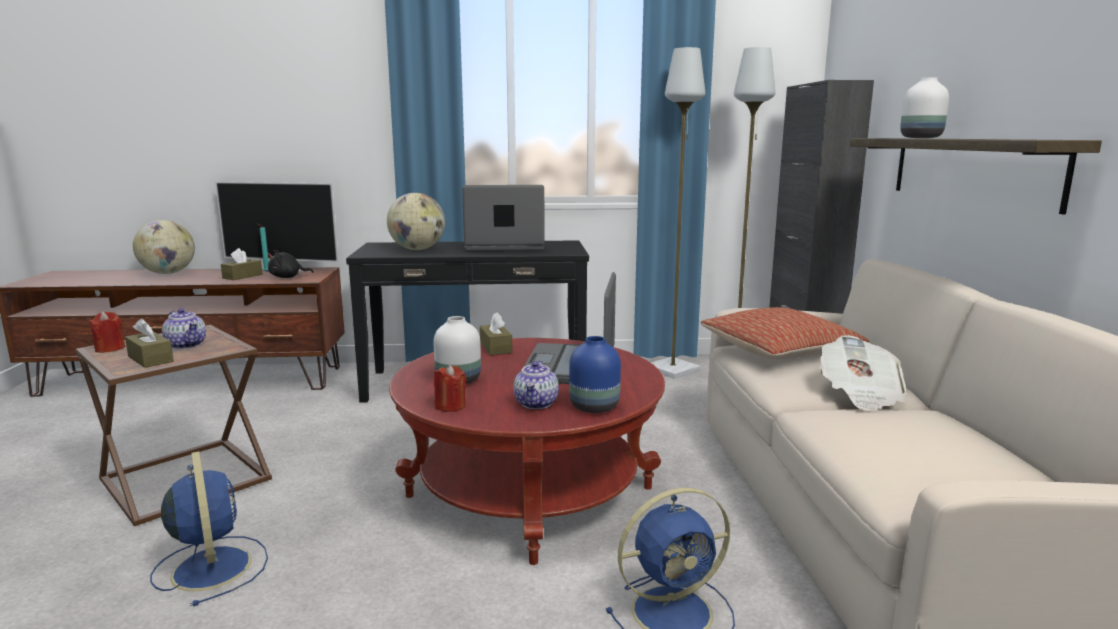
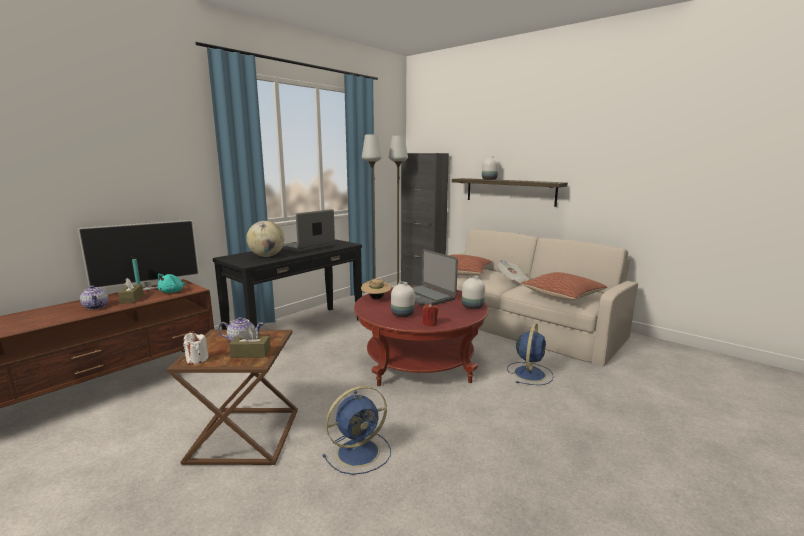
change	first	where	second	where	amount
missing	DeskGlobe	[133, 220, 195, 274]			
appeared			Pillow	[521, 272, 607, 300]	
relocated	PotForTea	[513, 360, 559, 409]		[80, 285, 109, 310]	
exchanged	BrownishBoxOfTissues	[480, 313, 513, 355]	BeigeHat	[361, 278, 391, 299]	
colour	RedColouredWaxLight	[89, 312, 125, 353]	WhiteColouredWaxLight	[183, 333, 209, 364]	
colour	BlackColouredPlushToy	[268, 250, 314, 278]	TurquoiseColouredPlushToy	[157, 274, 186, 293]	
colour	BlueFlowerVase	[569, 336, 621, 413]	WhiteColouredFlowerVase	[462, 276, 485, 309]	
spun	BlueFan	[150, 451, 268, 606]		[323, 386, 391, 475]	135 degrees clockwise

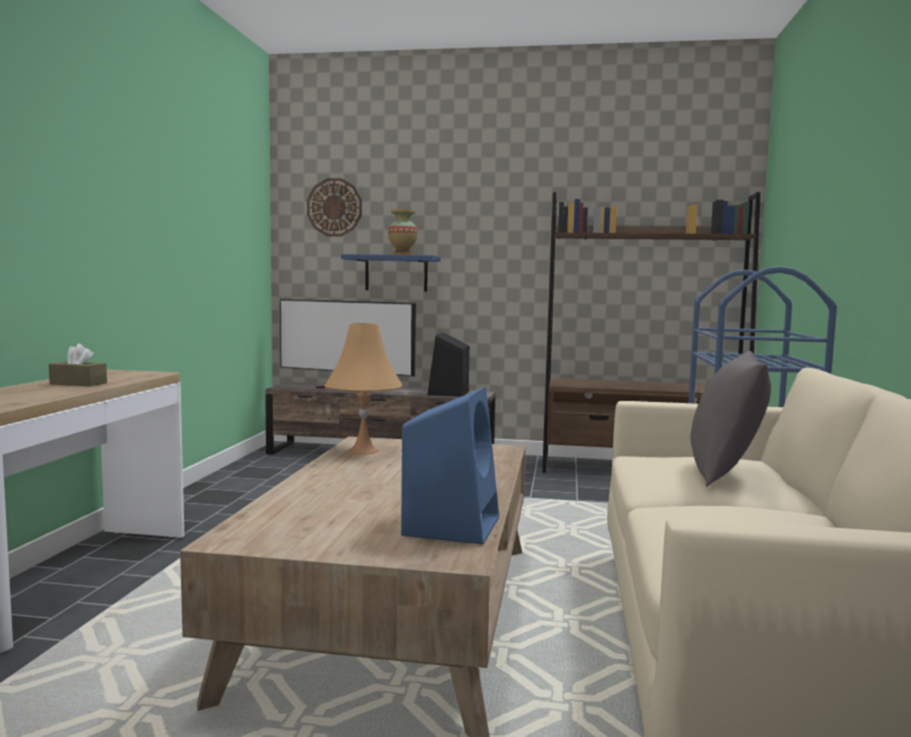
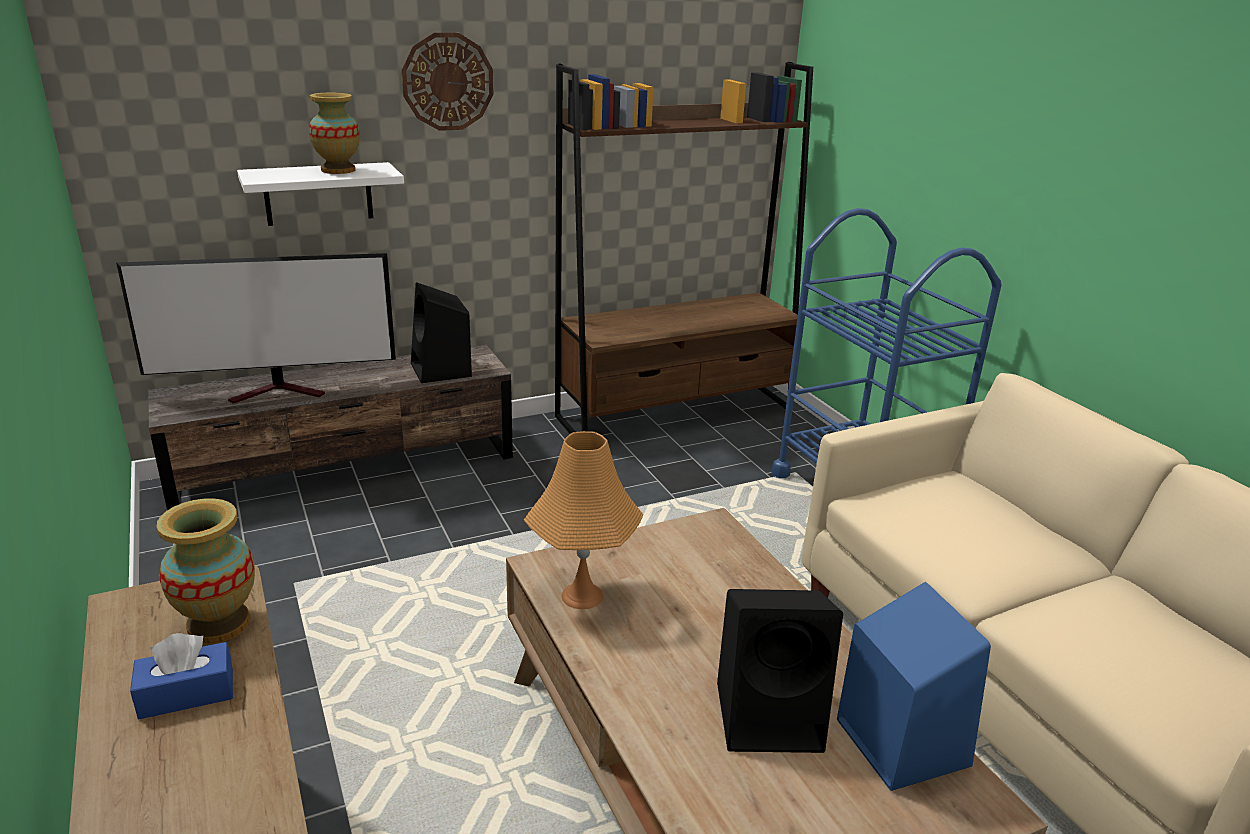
change	first	where	second	where	amount
missing	GreyPillow	[690, 351, 771, 487]			
appeared			FlowerVase	[156, 498, 255, 644]	
appeared			BlackColouredAudioSpeaker	[717, 589, 843, 753]	
relocated	ClockOnTheWall	[307, 178, 362, 237]		[402, 33, 493, 131]	
colour	BrownishBoxOfTissues	[49, 344, 107, 387]	BlueBoxOfTissues	[130, 633, 233, 719]	
colour	BlueShelf	[341, 254, 440, 292]	WhiteColouredShelf	[237, 162, 404, 226]	

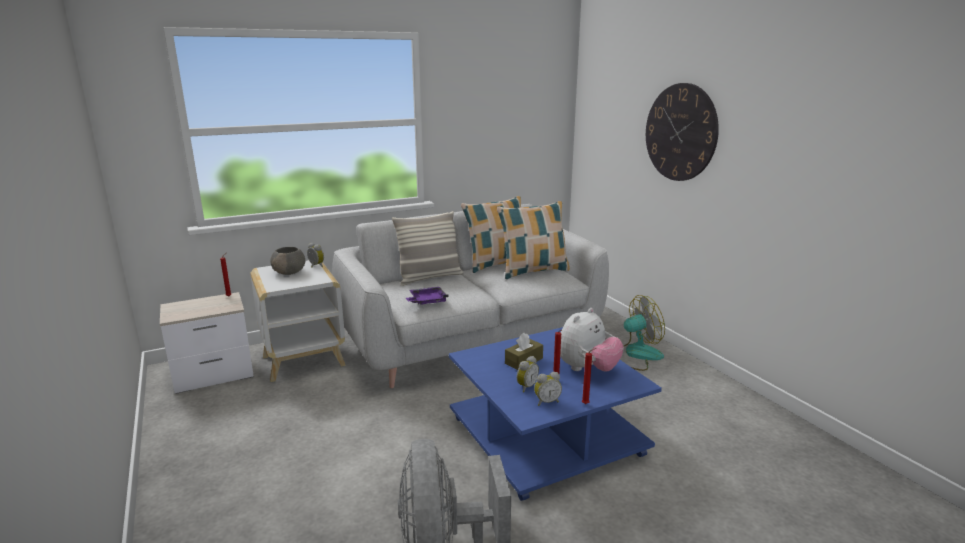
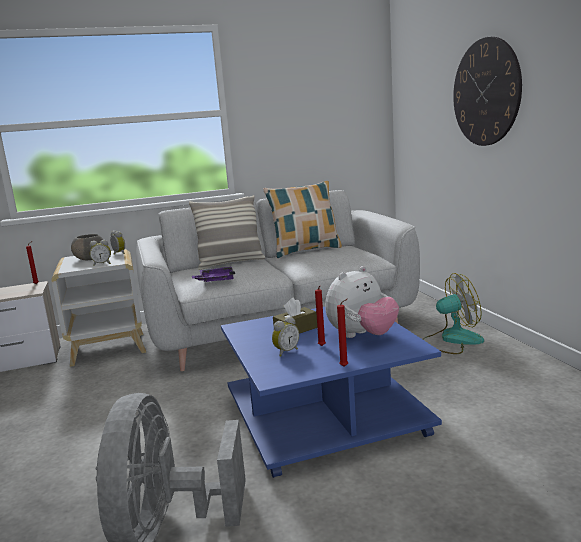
change	first	where	second	where	amount
missing	Pillow	[497, 201, 570, 279]			
relocated	AlarmClock	[534, 372, 562, 406]		[90, 240, 111, 266]	

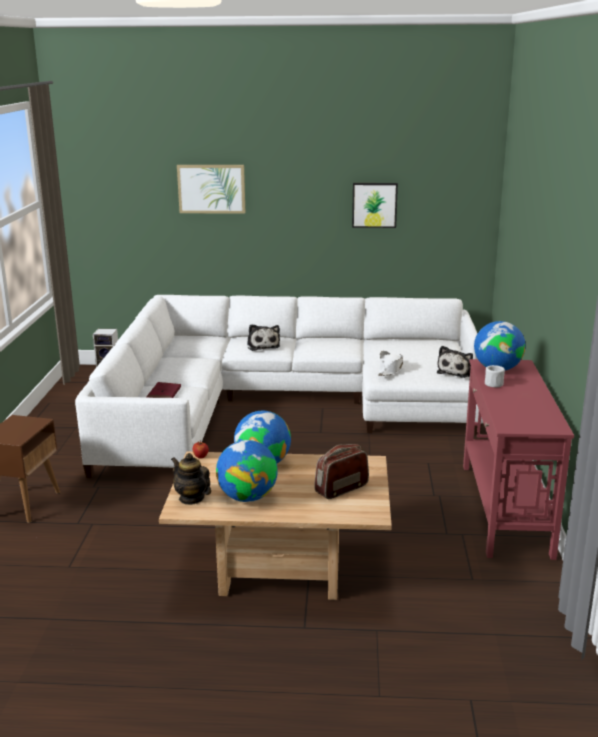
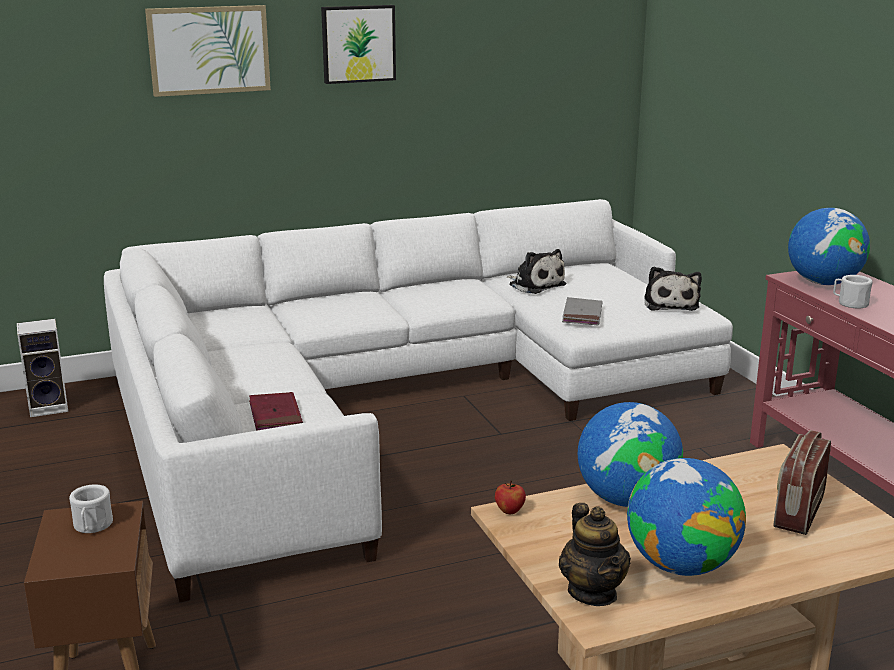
change	first	where	second	where	amount
appeared			WhiteColouredMug	[69, 484, 113, 533]	
relocated	PlushToy	[247, 324, 280, 351]		[507, 249, 566, 294]	
relocated	WallPicture	[352, 183, 398, 228]		[321, 5, 396, 84]	
exchanged	WhiteColouredHat	[378, 351, 403, 376]	GreyBoundBook	[562, 297, 602, 326]	
spun	PotForTea	[171, 453, 211, 505]		[559, 503, 631, 606]	120 degrees counterclockwise

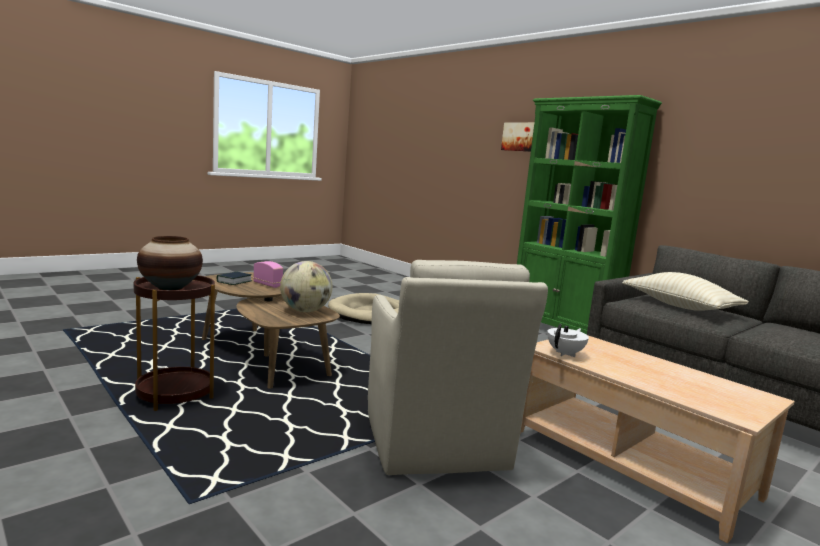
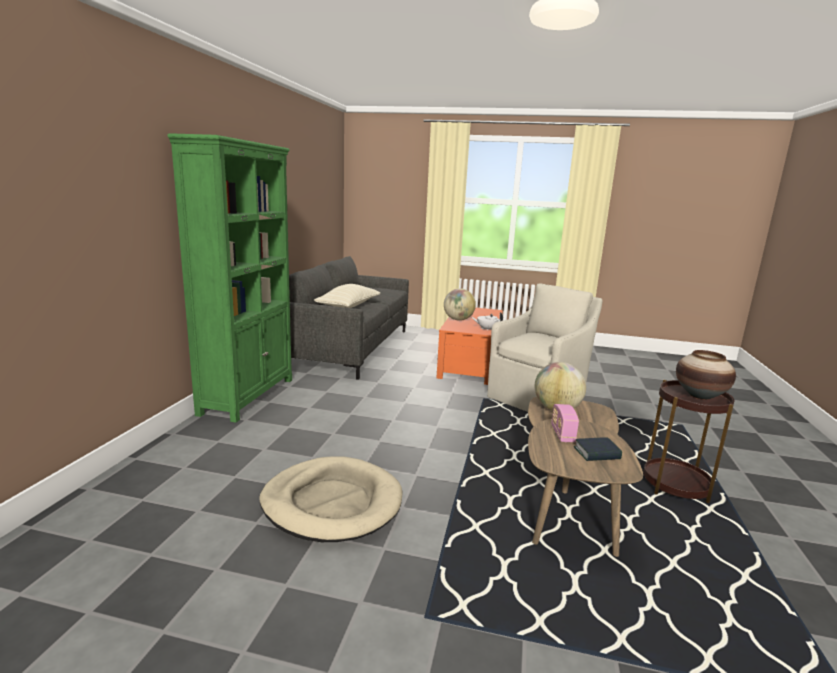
change	first	where	second	where	amount
missing	WallPicture	[501, 122, 534, 152]			
appeared			DeskGlobe	[444, 288, 476, 321]	
colour	BeigeCoffeeTable	[520, 336, 795, 543]	OrangeColouredCoffeeTable	[436, 308, 503, 385]	

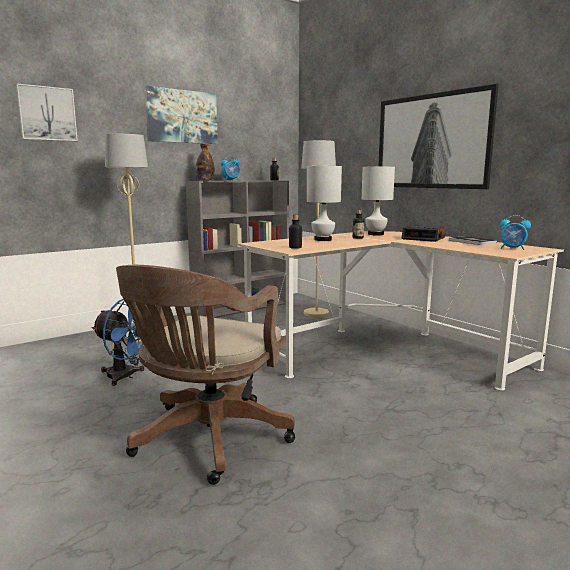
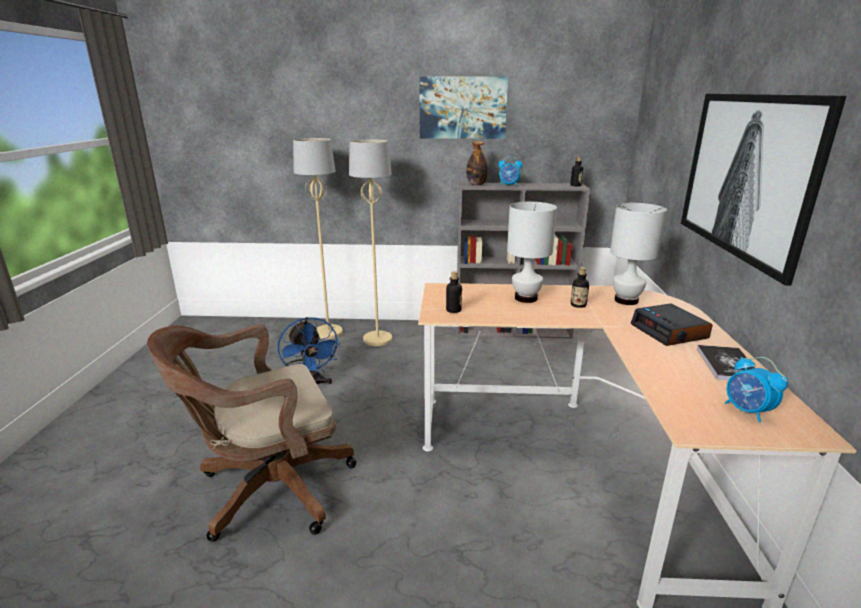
change	first	where	second	where	amount
missing	WallPicture	[16, 84, 78, 141]			
relocated	BeigeStandardLamp	[301, 140, 336, 317]		[293, 138, 343, 339]	

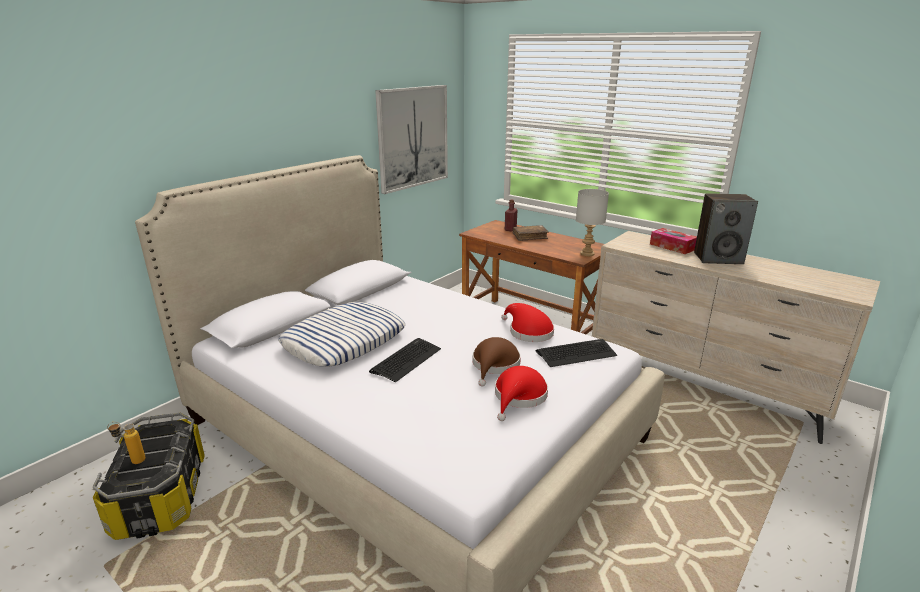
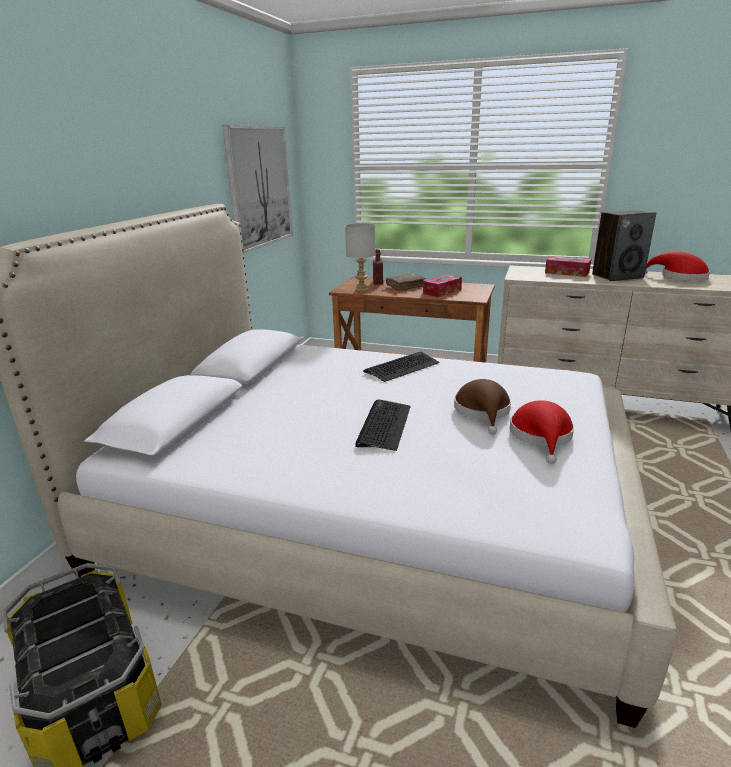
change	first	where	second	where	amount
missing	BeverageBottle	[107, 422, 146, 464]			
missing	Pillow	[278, 302, 405, 366]			
appeared			BoxOfTissues	[423, 275, 462, 297]	
relocated	RedColouredHat	[501, 303, 554, 342]		[645, 251, 710, 281]	
relocated	Keyboard	[536, 339, 617, 367]		[363, 352, 440, 382]	
relocated	GreyTabletopLamp	[576, 189, 609, 256]		[345, 223, 376, 292]	

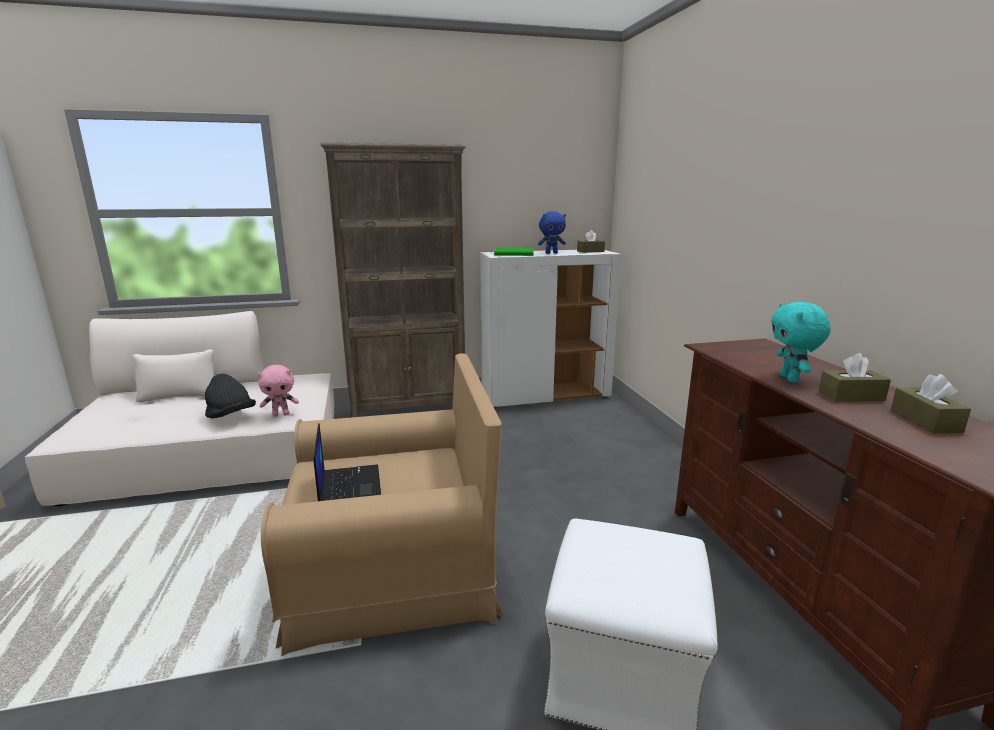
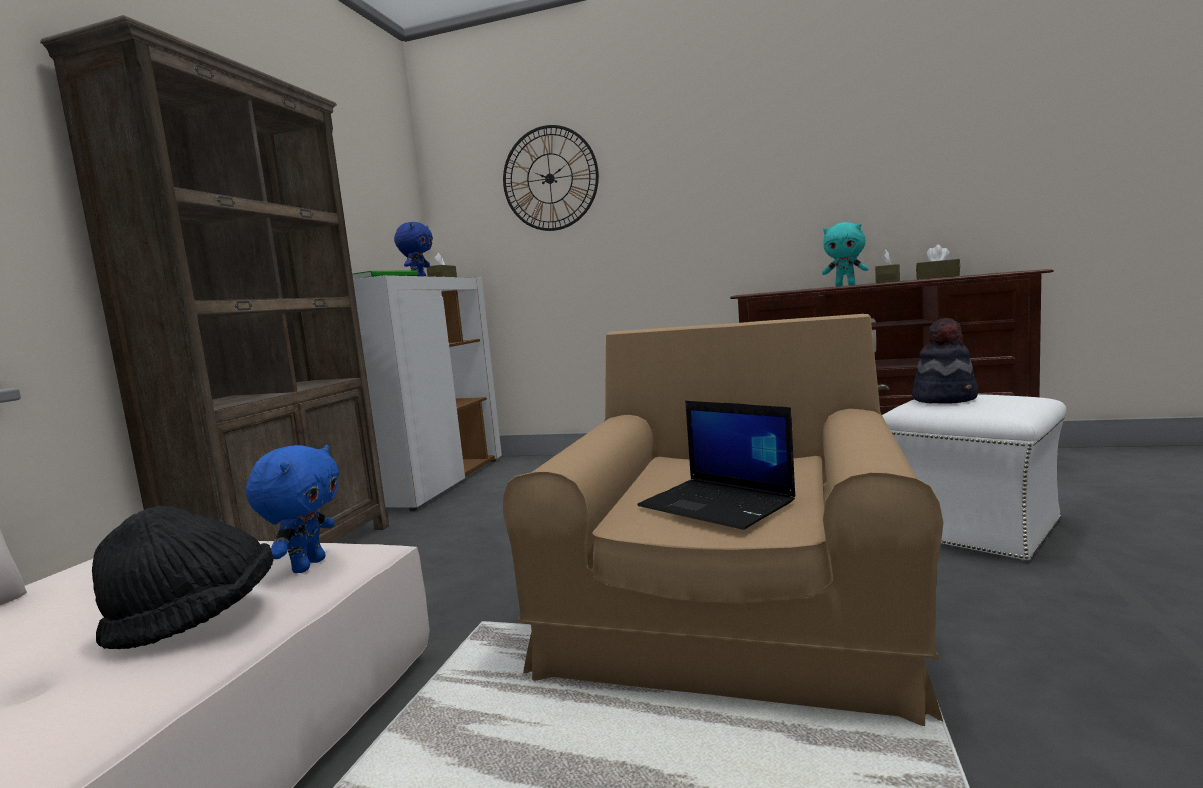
change	first	where	second	where	amount
appeared			ClockOnTheWall	[503, 125, 599, 231]	
appeared			Hat	[912, 318, 978, 403]	
colour	PinkPlushToy	[257, 365, 299, 417]	BluePlushToy	[246, 445, 339, 573]	
spun	PortableComputer	[314, 423, 381, 501]		[638, 401, 795, 530]	150 degrees counterclockwise

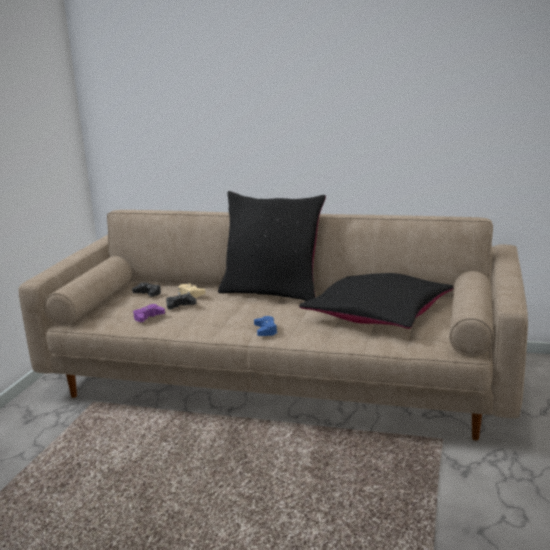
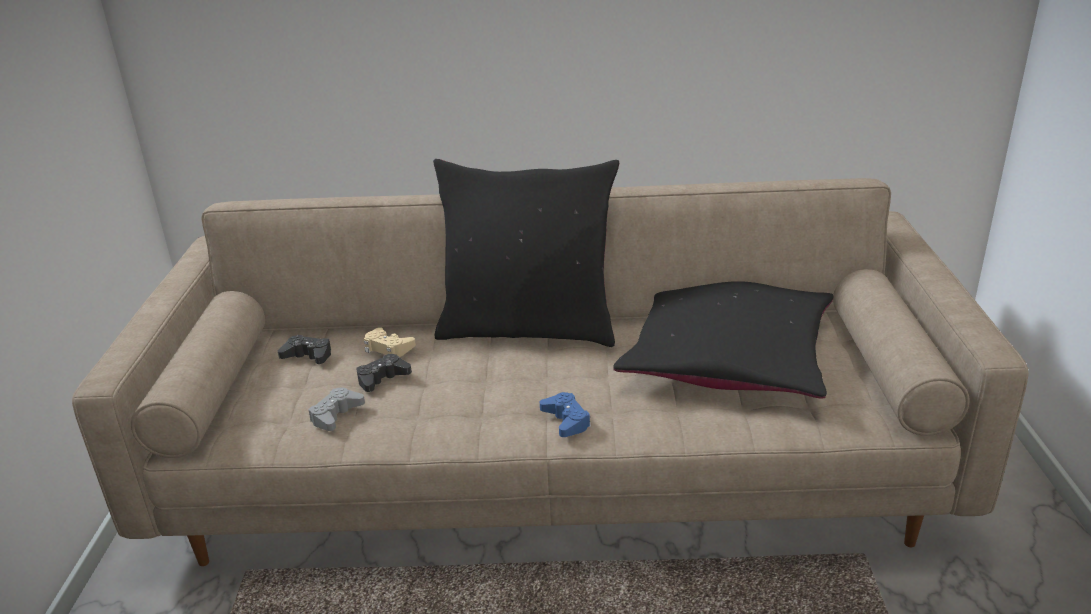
change	first	where	second	where	amount
colour	PurpleJoypad	[133, 304, 165, 322]	GreyJoypad	[308, 387, 365, 431]	

